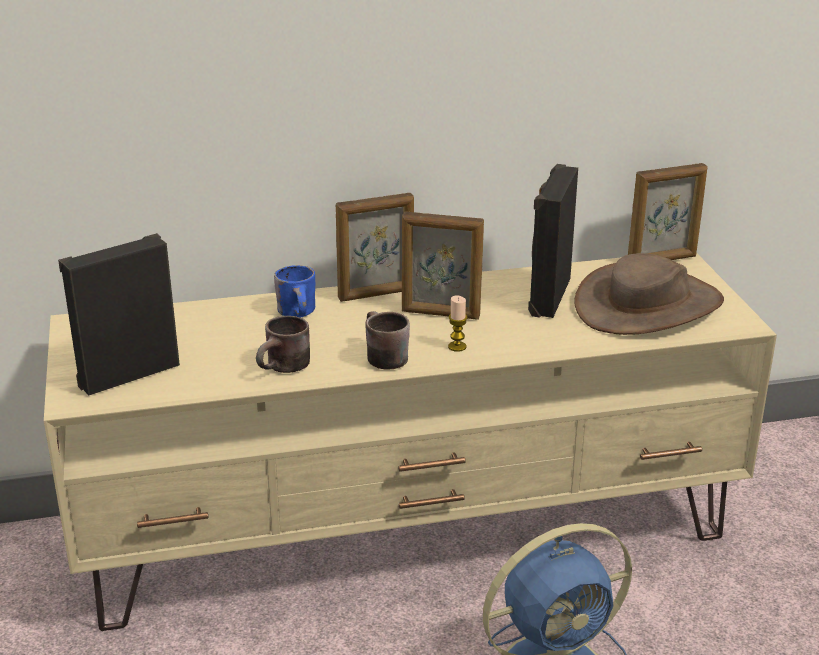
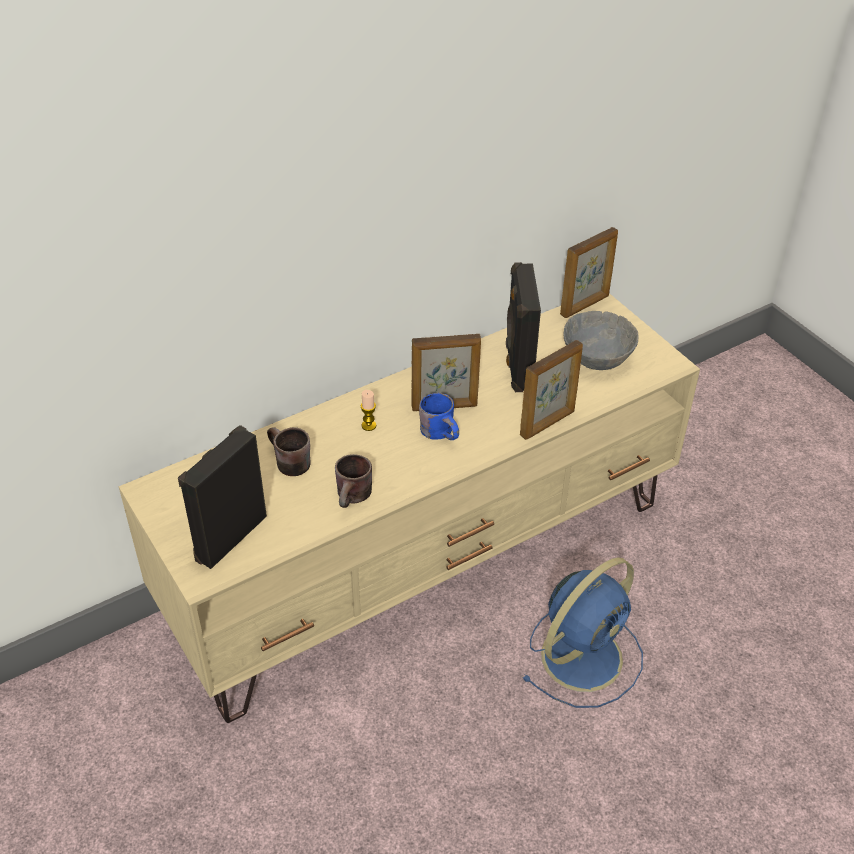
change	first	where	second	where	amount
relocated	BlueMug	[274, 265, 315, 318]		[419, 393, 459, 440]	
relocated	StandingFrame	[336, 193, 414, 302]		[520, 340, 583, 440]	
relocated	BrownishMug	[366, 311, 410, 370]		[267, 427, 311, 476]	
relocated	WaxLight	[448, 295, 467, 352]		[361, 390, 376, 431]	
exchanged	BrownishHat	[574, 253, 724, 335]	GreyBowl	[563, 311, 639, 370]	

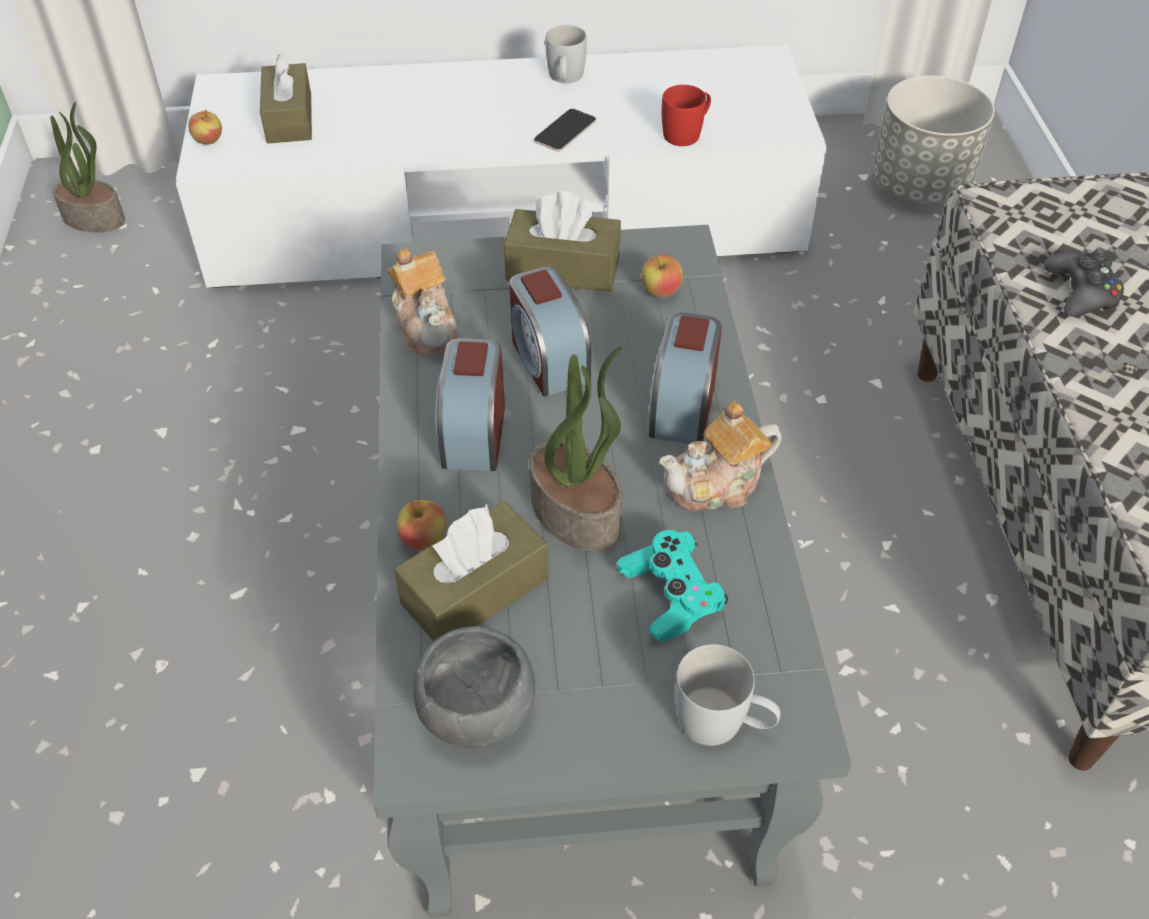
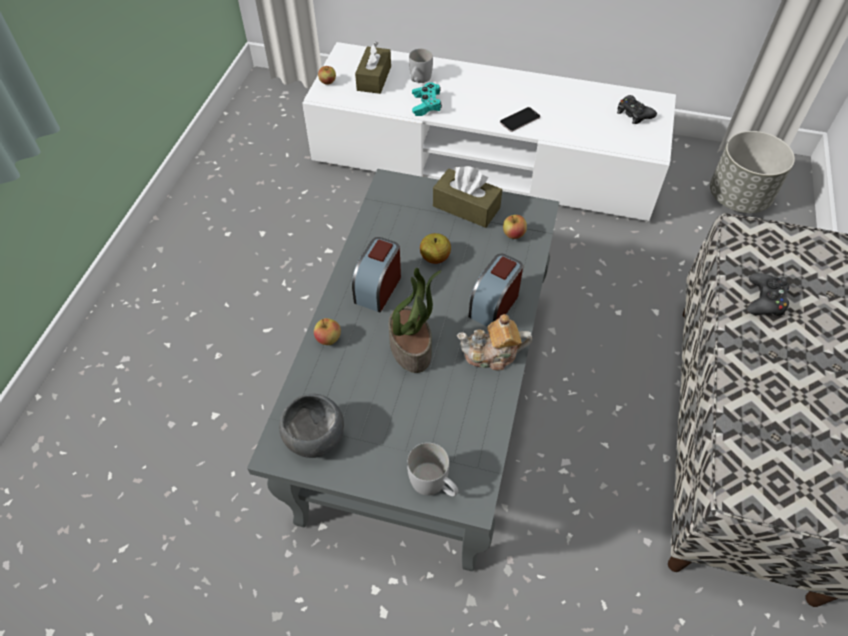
change	first	where	second	where	amount
missing	Houseplant	[50, 102, 125, 232]			
missing	PotForTea	[387, 248, 458, 356]			
missing	BrownishBoxOfTissues	[394, 501, 549, 641]			
missing	RedColouredMug	[662, 85, 711, 146]			
appeared			BlackColouredJoypad	[617, 95, 657, 124]	
relocated	WhiteColouredMug	[545, 25, 587, 83]		[409, 49, 433, 83]	
relocated	TurquoiseColouredJoypad	[617, 530, 728, 642]		[412, 82, 442, 116]	
exchanged	AlarmClock	[509, 267, 591, 397]	AppleFruit	[420, 233, 451, 264]	

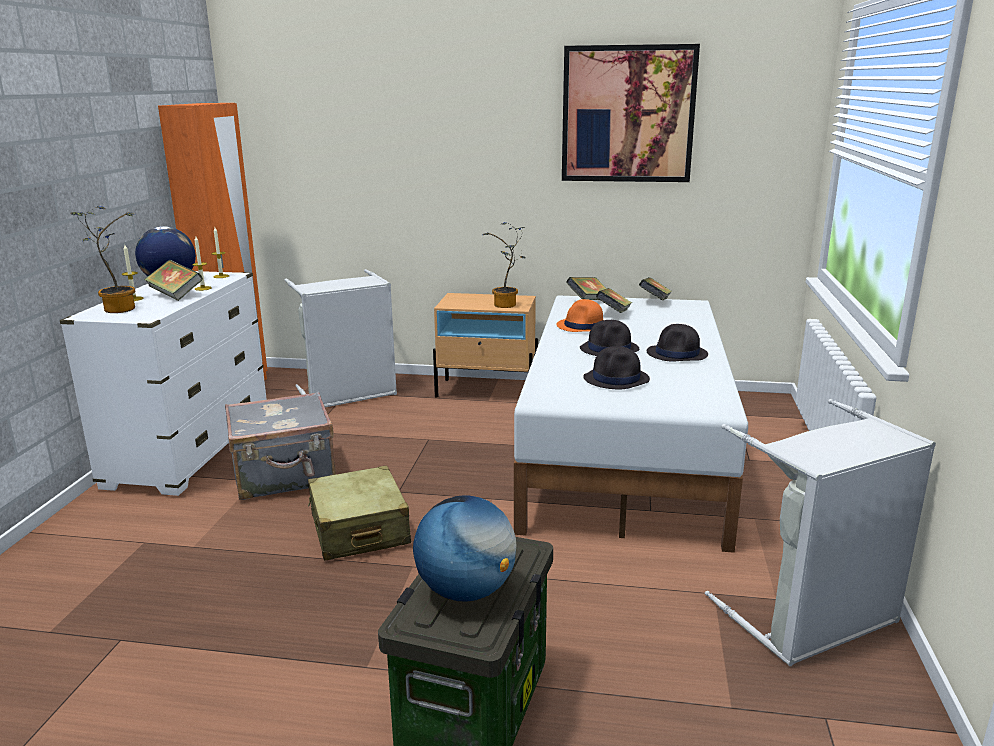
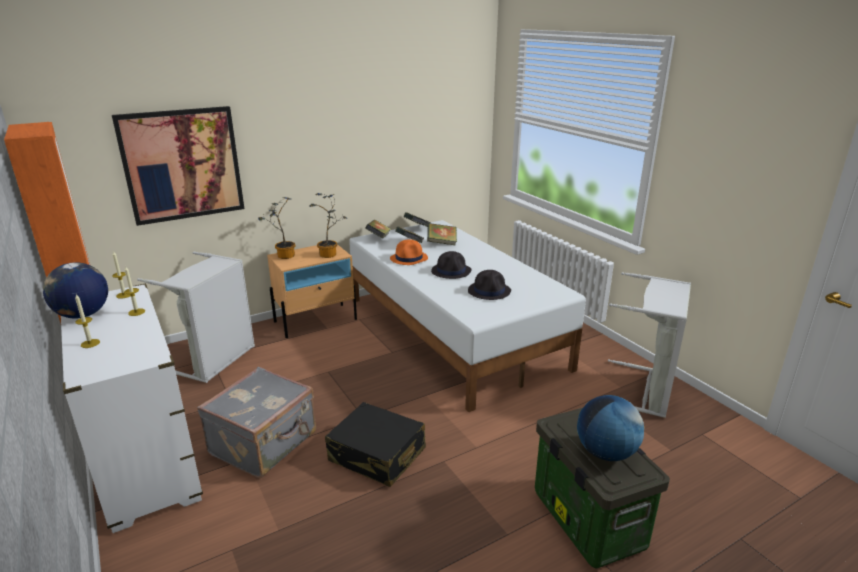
change	first	where	second	where	amount
missing	BlackColouredHat	[647, 324, 708, 362]			
relocated	Houseplant	[70, 206, 135, 313]		[258, 197, 295, 259]	
relocated	BoundBook	[144, 260, 203, 301]		[427, 223, 457, 246]	
relocated	WallPicture	[562, 44, 700, 182]		[112, 106, 244, 226]	
colour	BeigeSuitcase	[308, 465, 411, 561]	BlackColouredSuitcase	[325, 402, 426, 487]	

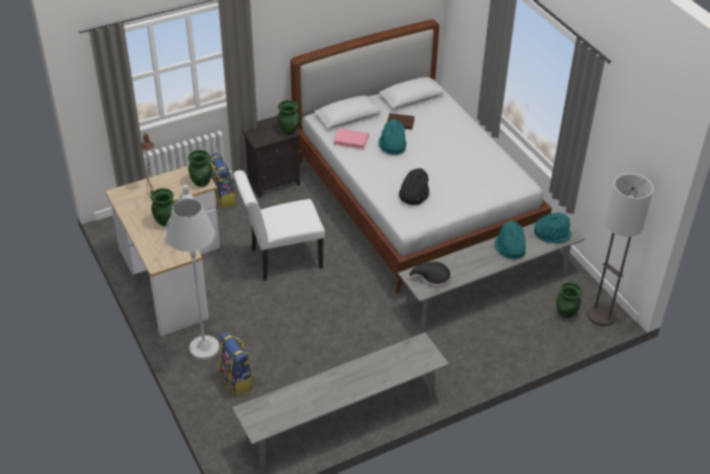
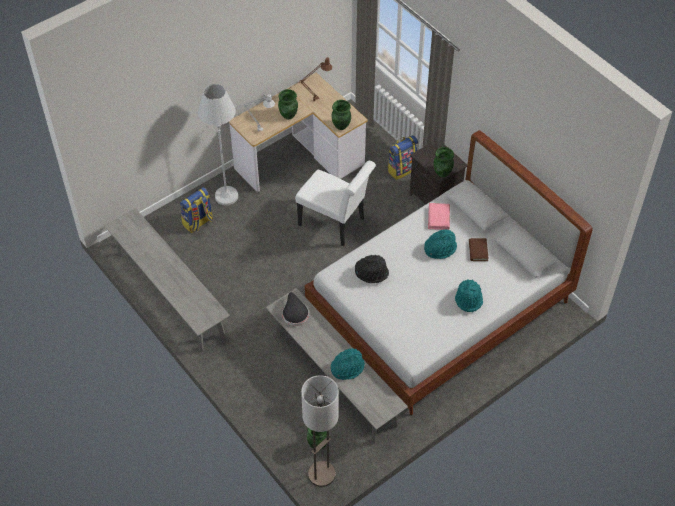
change	first	where	second	where	amount
relocated	TurquoiseColouredHat	[534, 212, 571, 243]		[455, 279, 483, 312]	
spun	WhiteColouredUprightChair	[233, 170, 325, 281]		[295, 161, 376, 246]	150 degrees clockwise

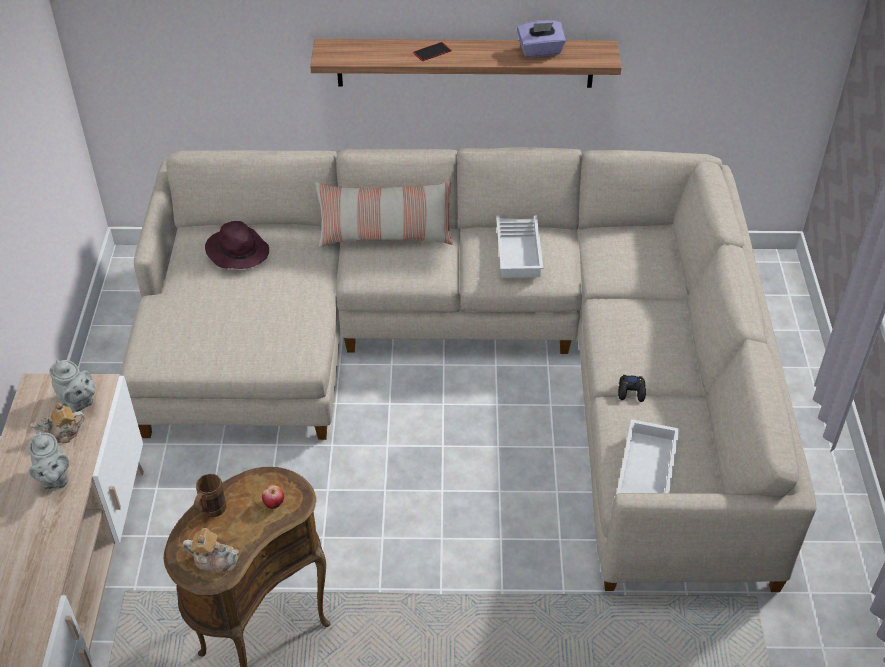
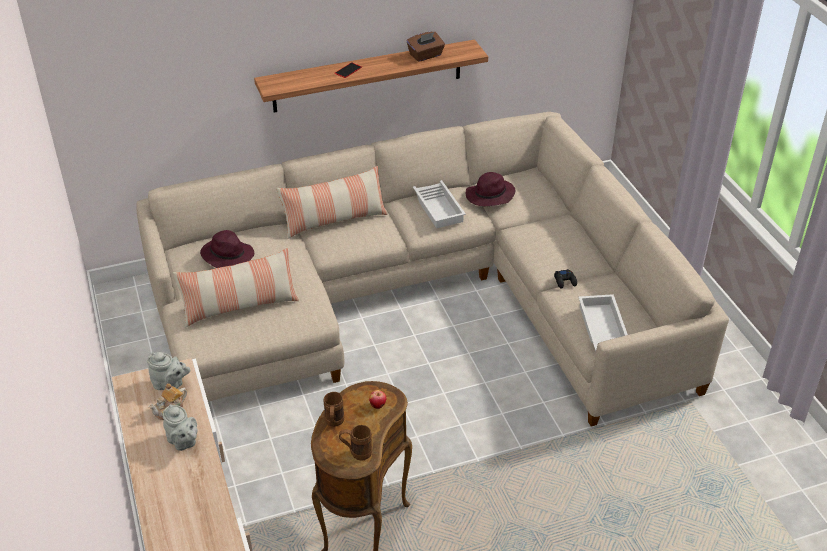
change	first	where	second	where	amount
appeared			Pillow	[173, 248, 299, 328]	
appeared			PurpleHat	[466, 172, 515, 206]	
exchanged	PotForTea	[183, 528, 239, 573]	BrownishMug	[339, 425, 372, 461]	
colour	PurpleBoxOfTissues	[517, 20, 566, 57]	BrownishBoxOfTissues	[407, 32, 445, 62]	

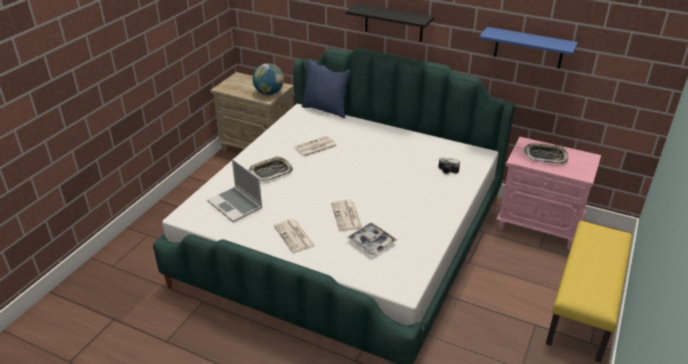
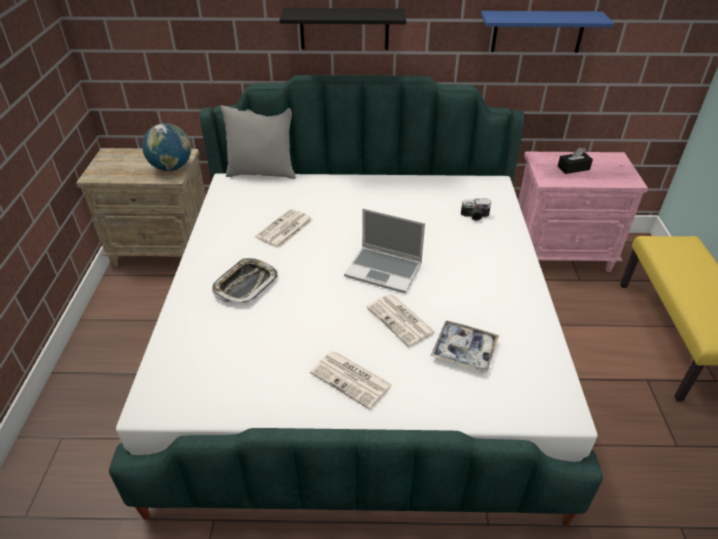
change	first	where	second	where	amount
relocated	PortableComputer	[207, 159, 263, 222]		[344, 208, 425, 293]	
exchanged	CarryingTray	[524, 143, 568, 164]	BlackColouredBoxOfTissues	[557, 147, 593, 174]	
colour	BluePillow	[302, 59, 351, 118]	GreyPillow	[220, 105, 296, 179]	

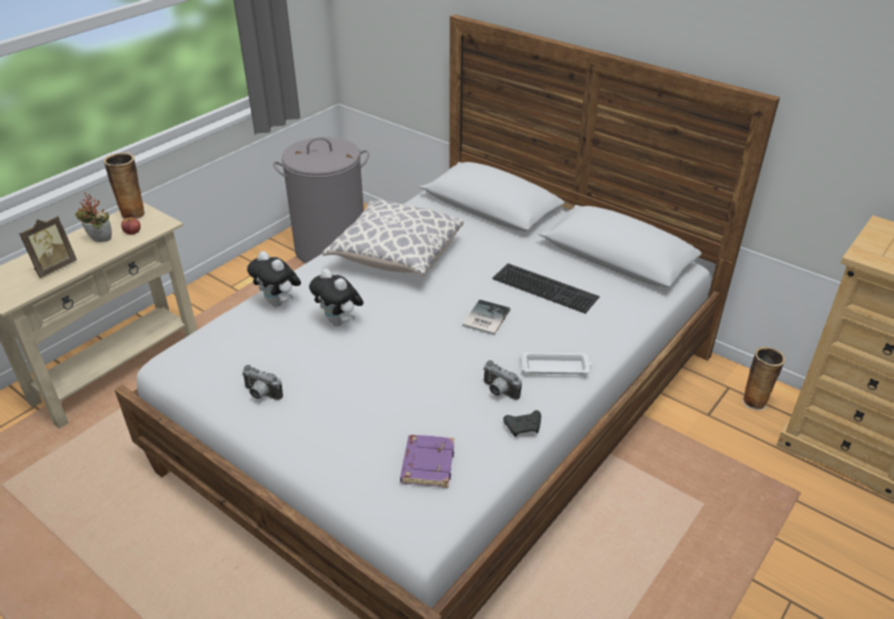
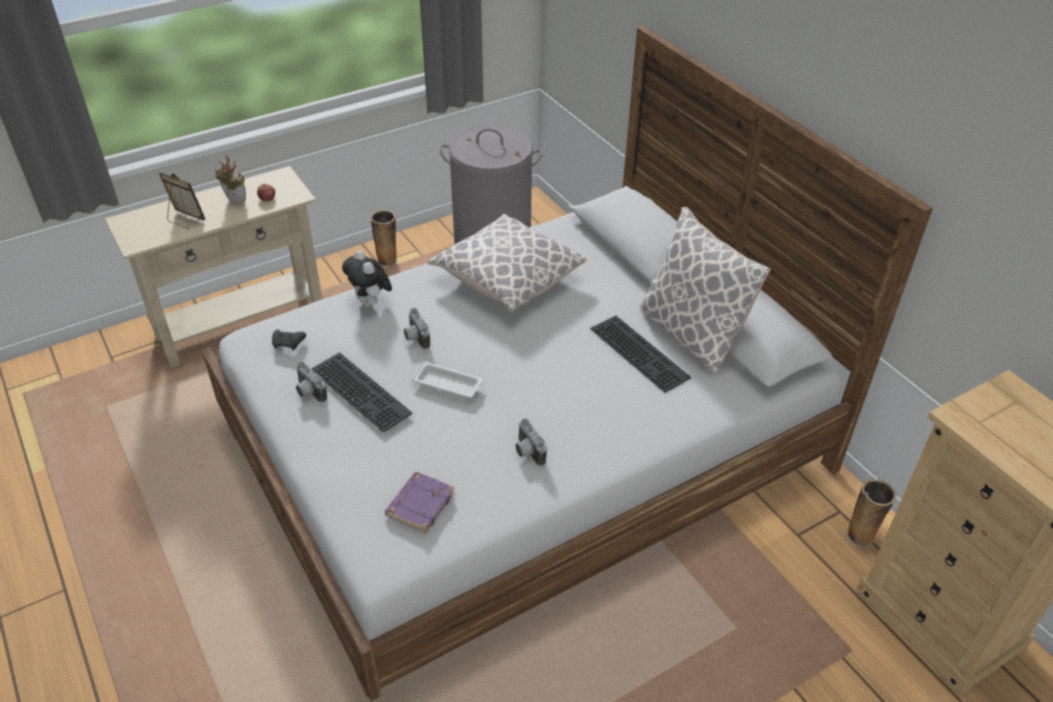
change	first	where	second	where	amount
missing	BoundBook	[462, 299, 510, 335]			
appeared			Keyboard	[311, 352, 413, 433]	
appeared			Pillow	[640, 207, 771, 372]	
relocated	FlowerVase	[104, 153, 146, 220]		[371, 210, 397, 267]	
relocated	BlackColouredJoypad	[503, 410, 541, 437]		[272, 329, 306, 350]	
relocated	WhiteColouredCarryingTray	[521, 352, 592, 374]		[412, 361, 483, 398]	
exchanged	PlushToy	[309, 269, 364, 326]	StillCamera	[404, 308, 430, 349]	
spun	StandingFrame	[19, 216, 77, 278]		[159, 173, 205, 229]	120 degrees counterclockwise

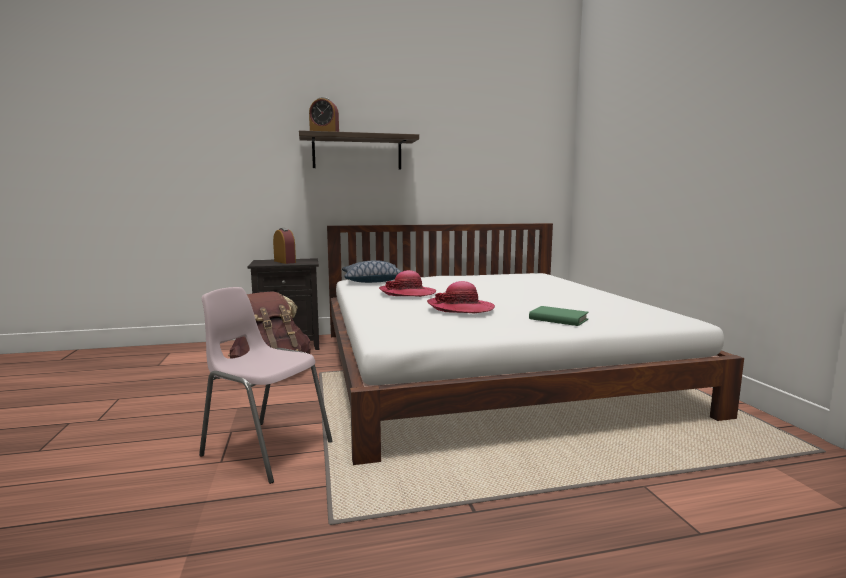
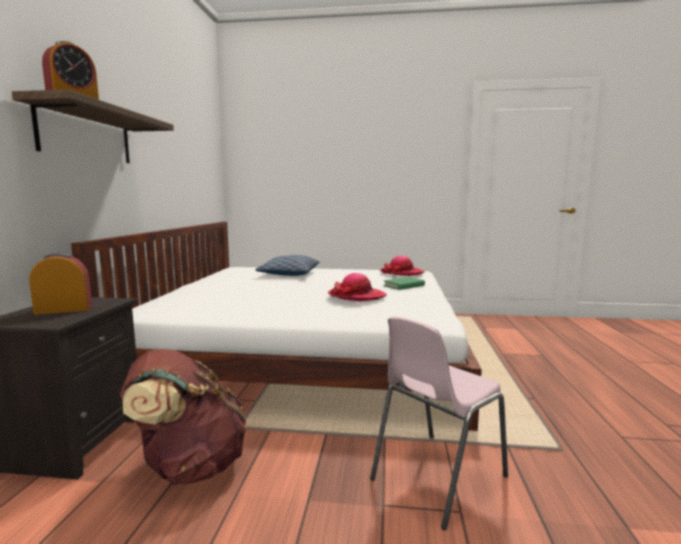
change	first	where	second	where	amount
relocated	Pillow	[342, 260, 401, 283]		[255, 255, 320, 276]	
relocated	Hat	[379, 270, 436, 297]		[380, 256, 425, 276]	

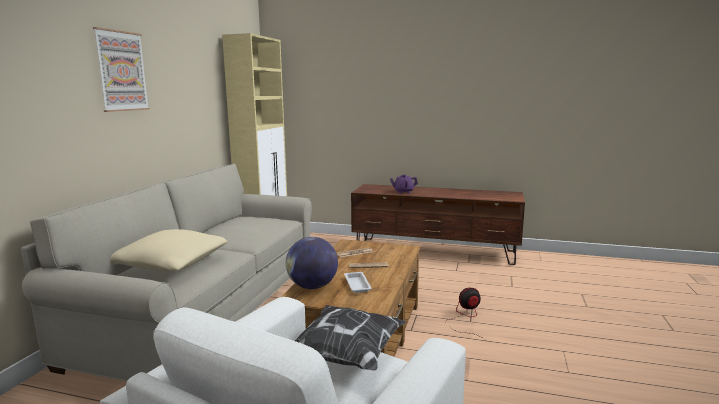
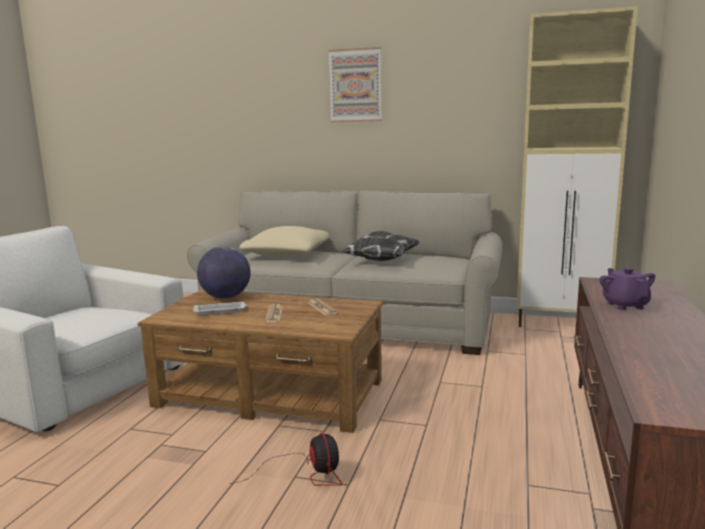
change	first	where	second	where	amount
relocated	Pillow	[295, 305, 406, 371]		[341, 231, 420, 261]	

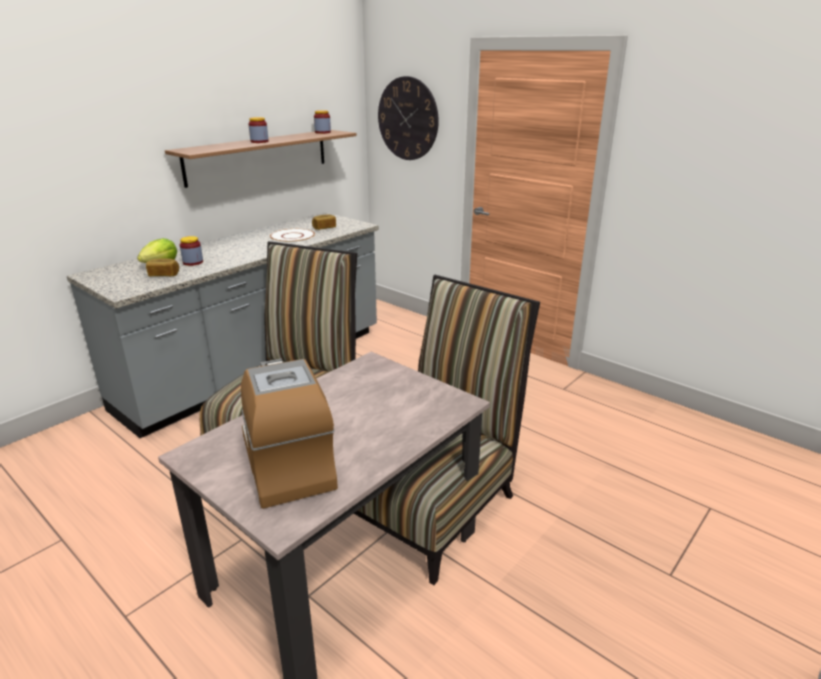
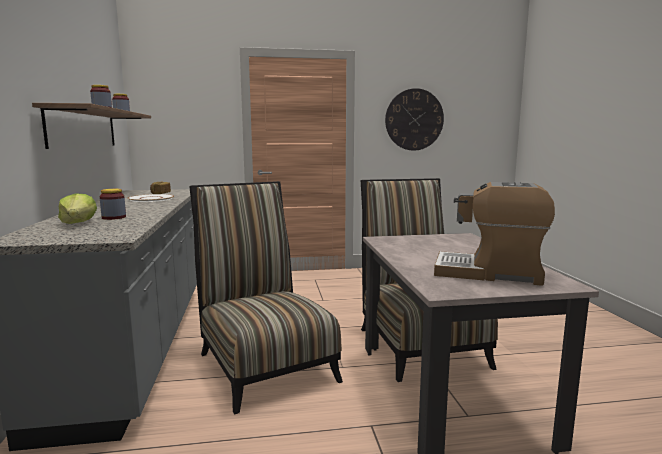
change	first	where	second	where	amount
missing	BakeryBread	[146, 258, 179, 276]			
relocated	ClockOnTheWall	[378, 76, 439, 160]		[385, 88, 444, 151]	

